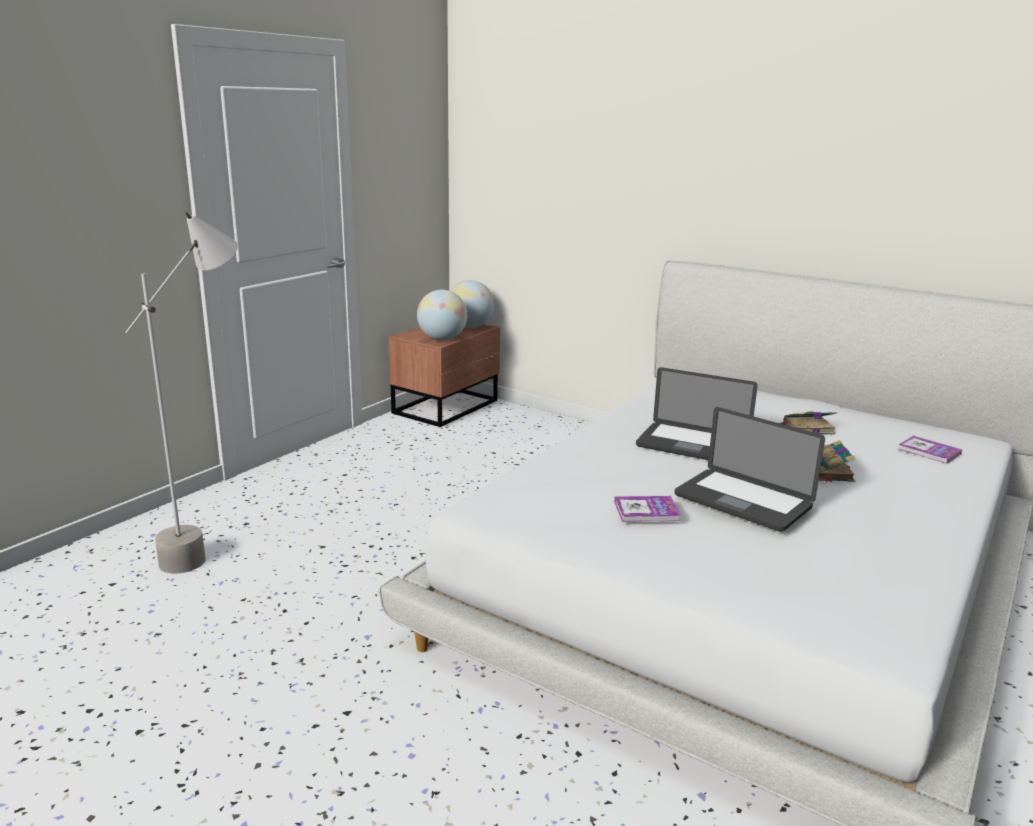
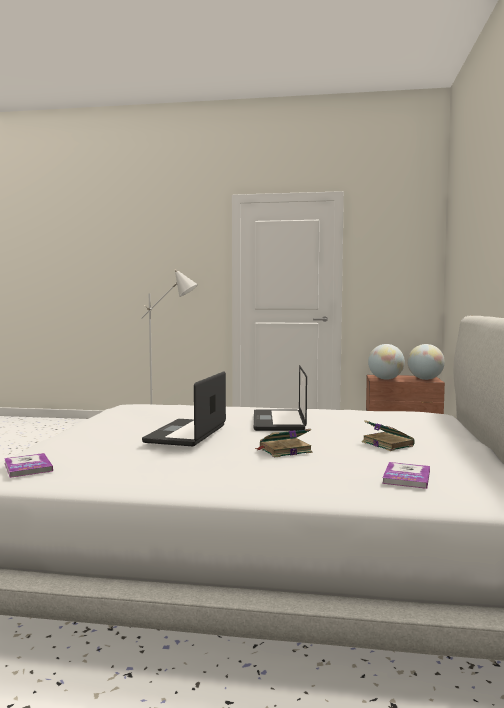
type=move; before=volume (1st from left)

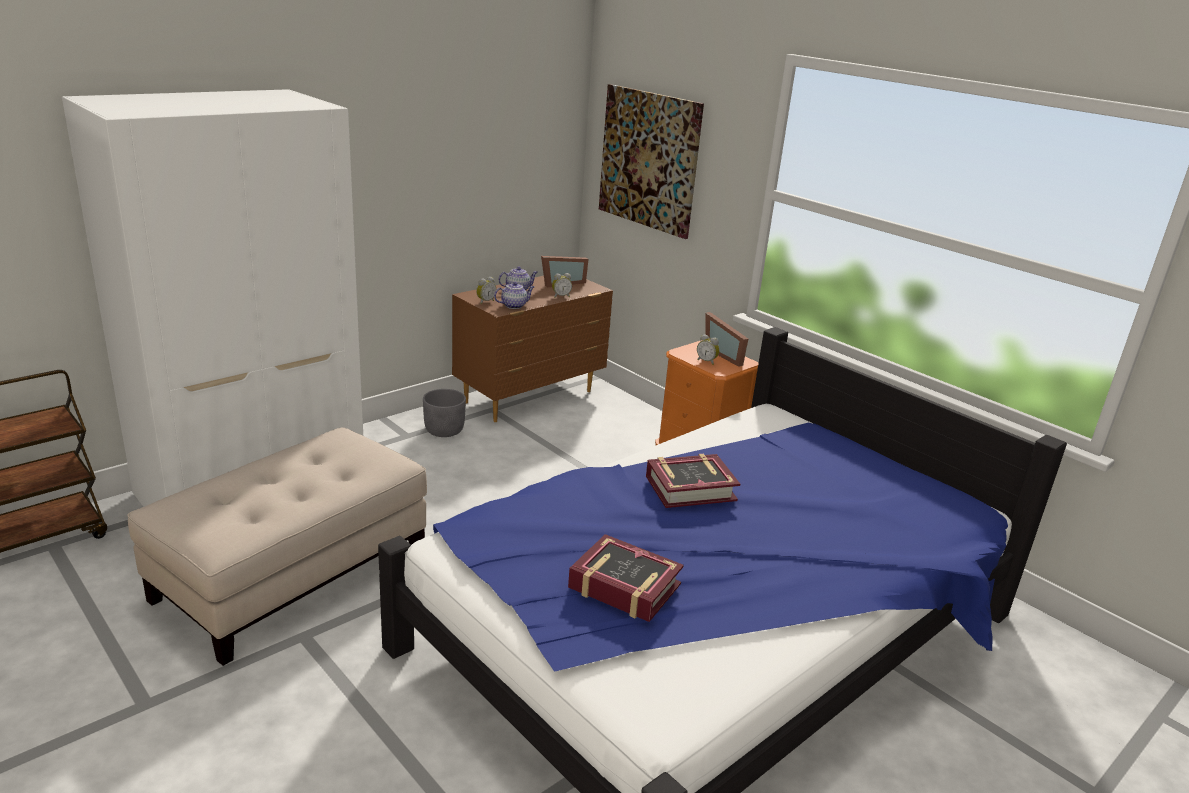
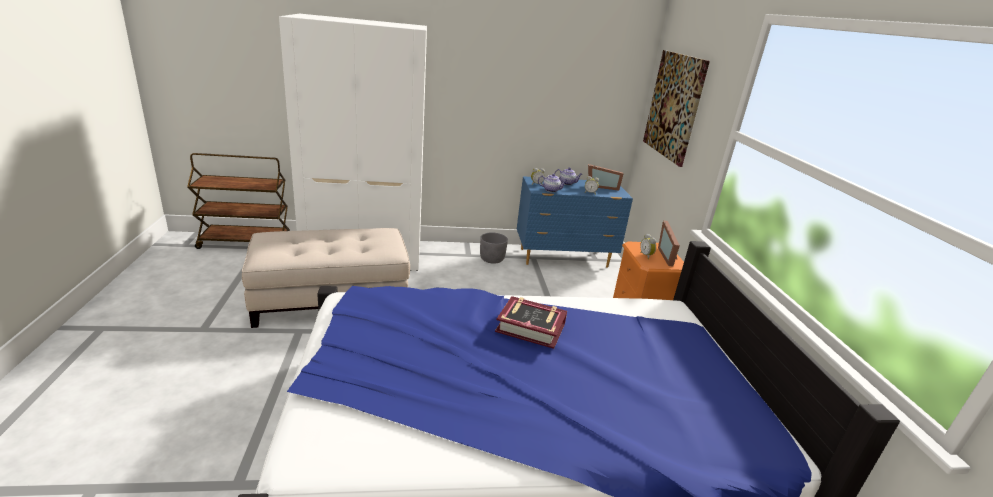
type=recolor; before=brown-coloured drawer chest; after=blue-coloured drawer chest
type=delete; before=volume (1st from left)

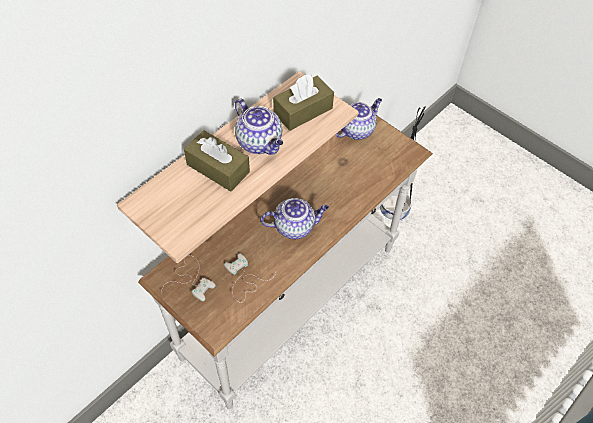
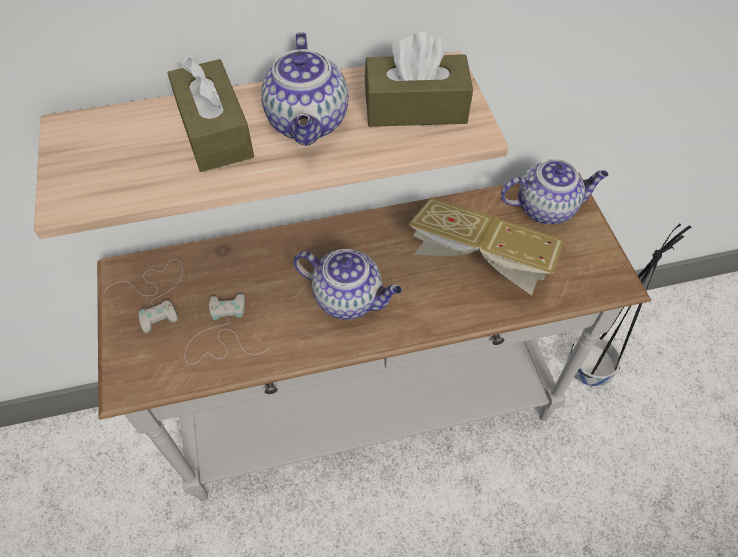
type=insert; after=volume

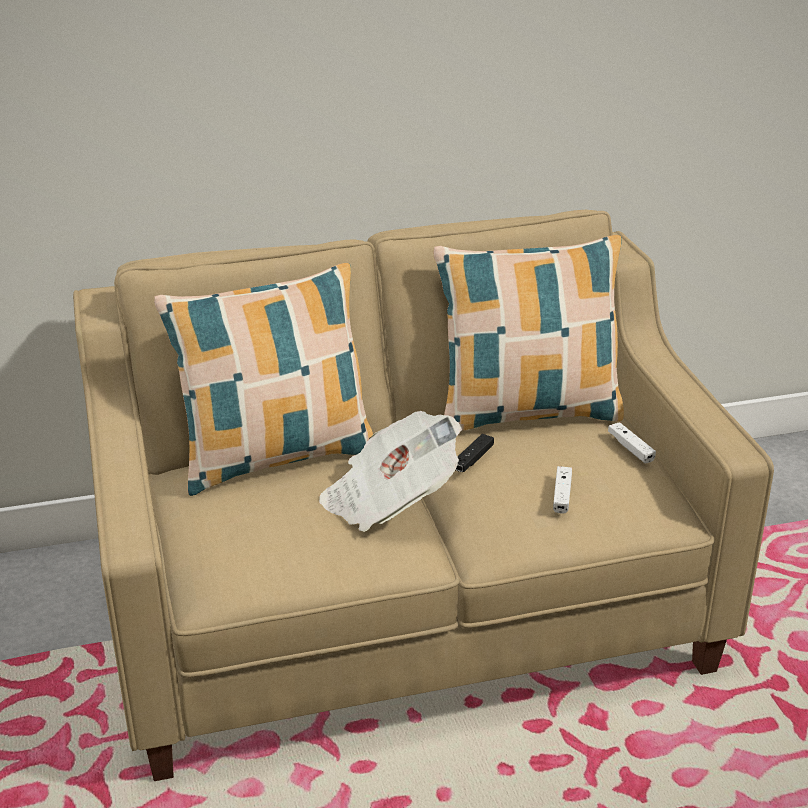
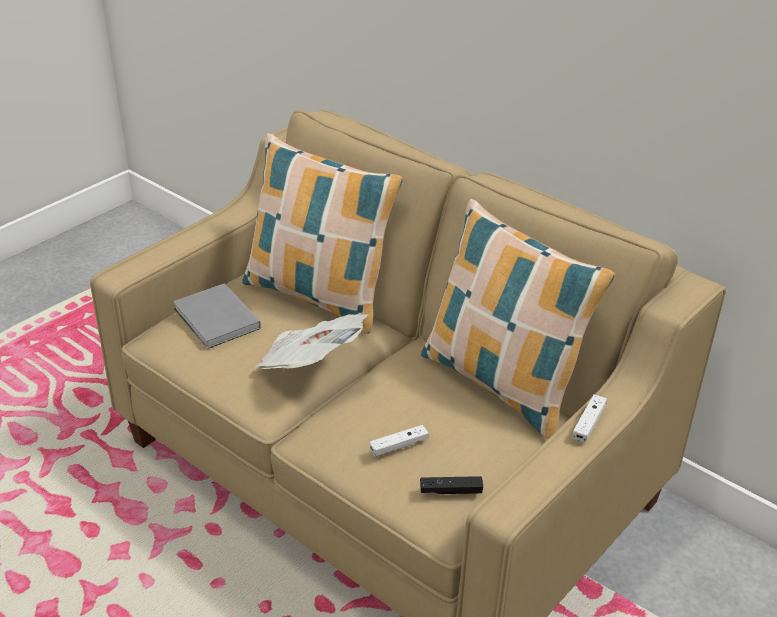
type=insert; after=greyish volume
type=move; before=black joypad
type=move; before=white-coloured joypad (2nd from left)

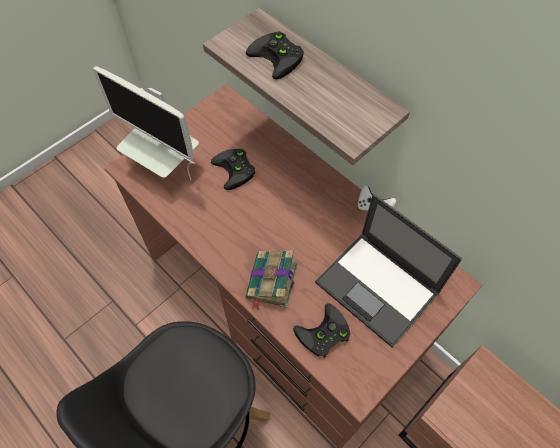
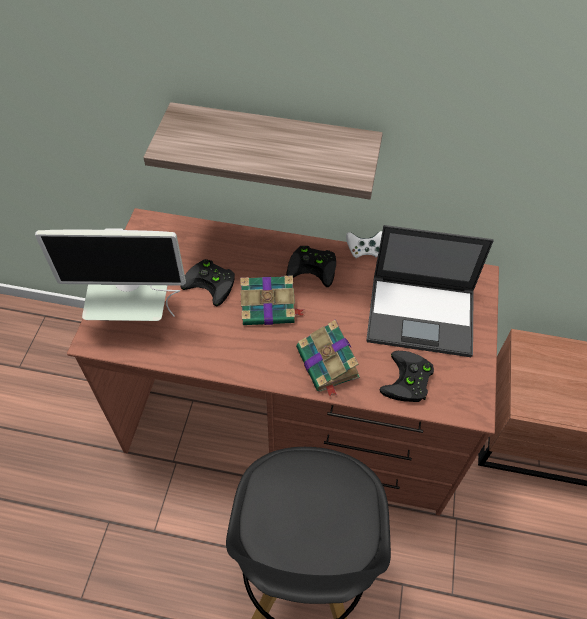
type=insert; after=volume (1st from left)
type=move; before=black joypad (2nd from left)

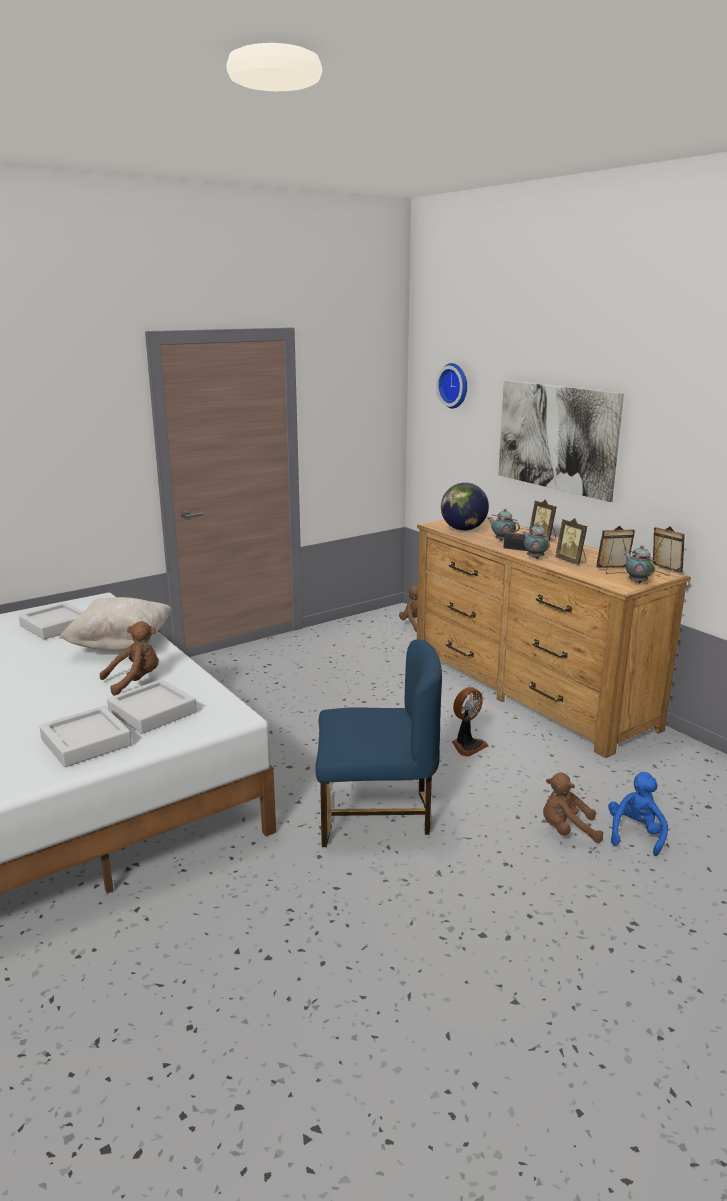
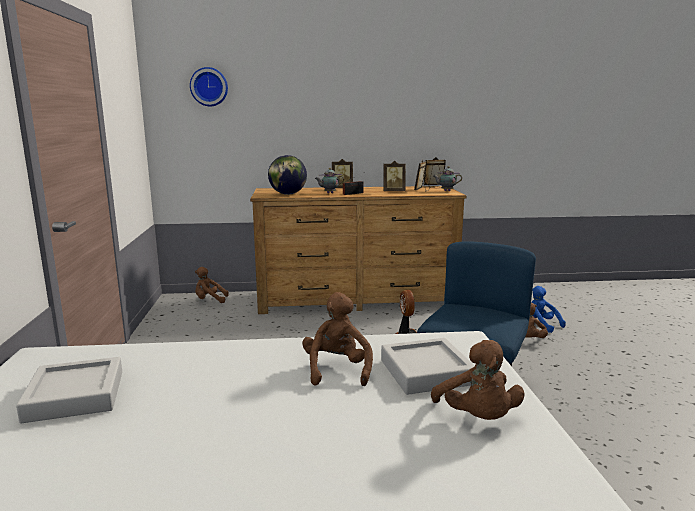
type=replace; before=greyish carrying tray (2nd from left); after=brown-coloured soft toy (3rd from left)
type=delete; before=beige cushion
type=delete; before=wall picture
type=delete; before=tea pot (2nd from left)

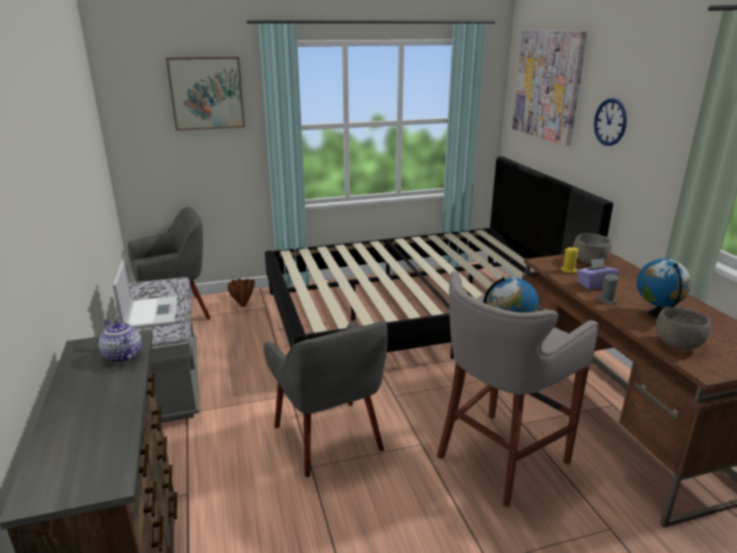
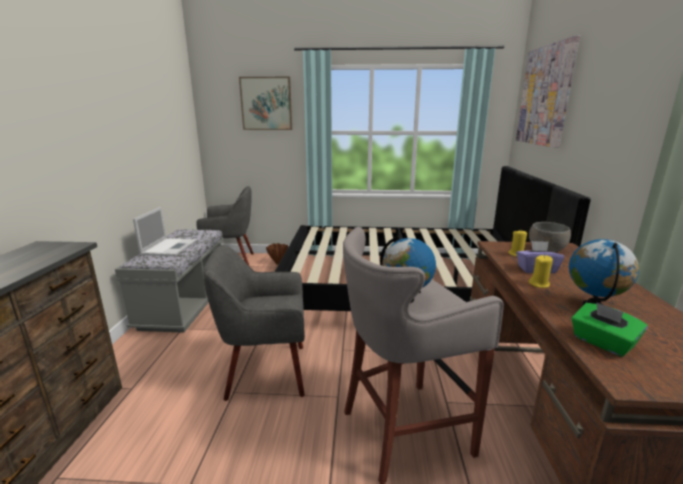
type=rotate; before=greyish armchair (2nd from left); turn=90
type=recolor; before=greyish wax candle; after=yellowish wax candle (2nd from left)
type=replace; before=greyish deep dish (2nd from left); after=greenish tissue box
type=delete; before=tea pot
type=delete; before=wall clock

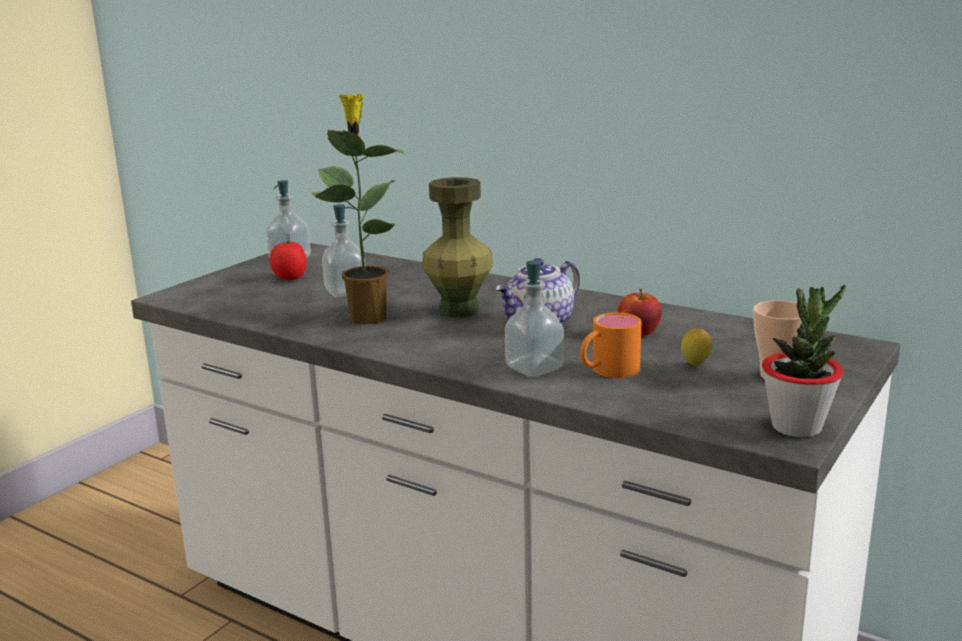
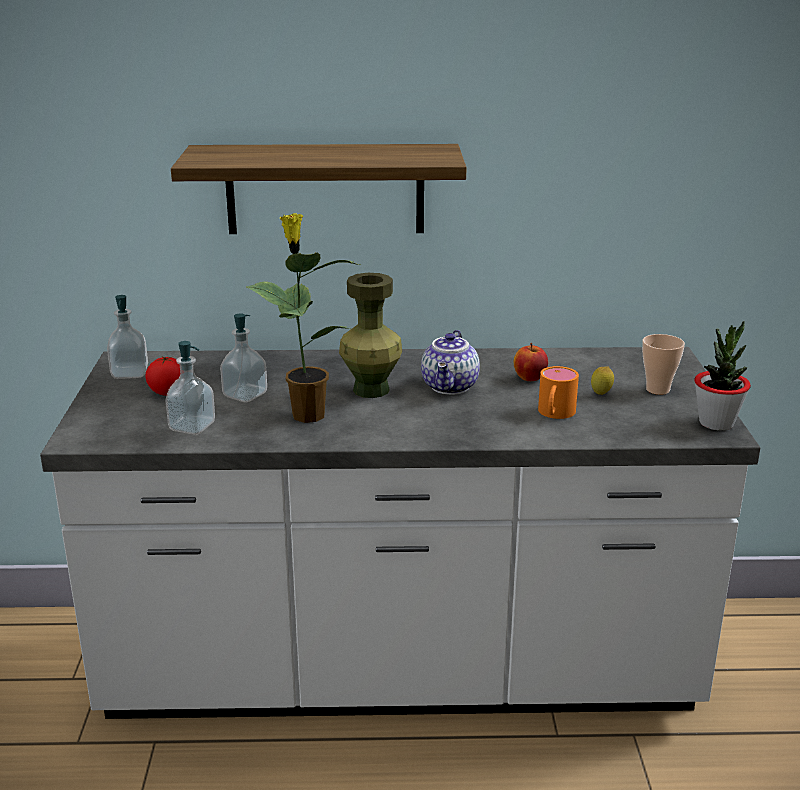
type=move; before=liquid soap bottle (3rd from left in the first image); after=liquid soap bottle (2nd from left)
type=insert; after=wall shelf

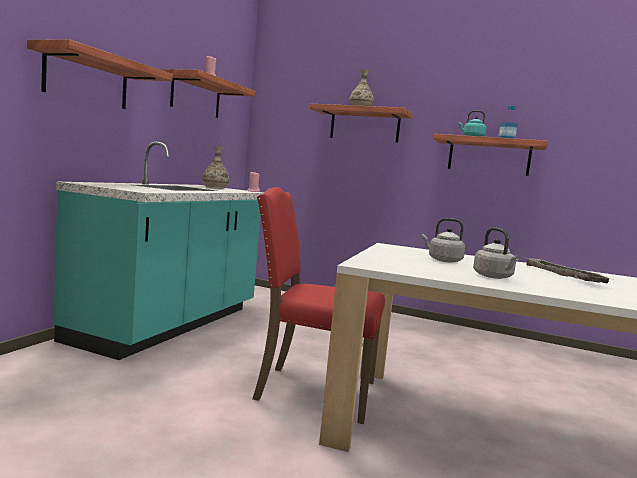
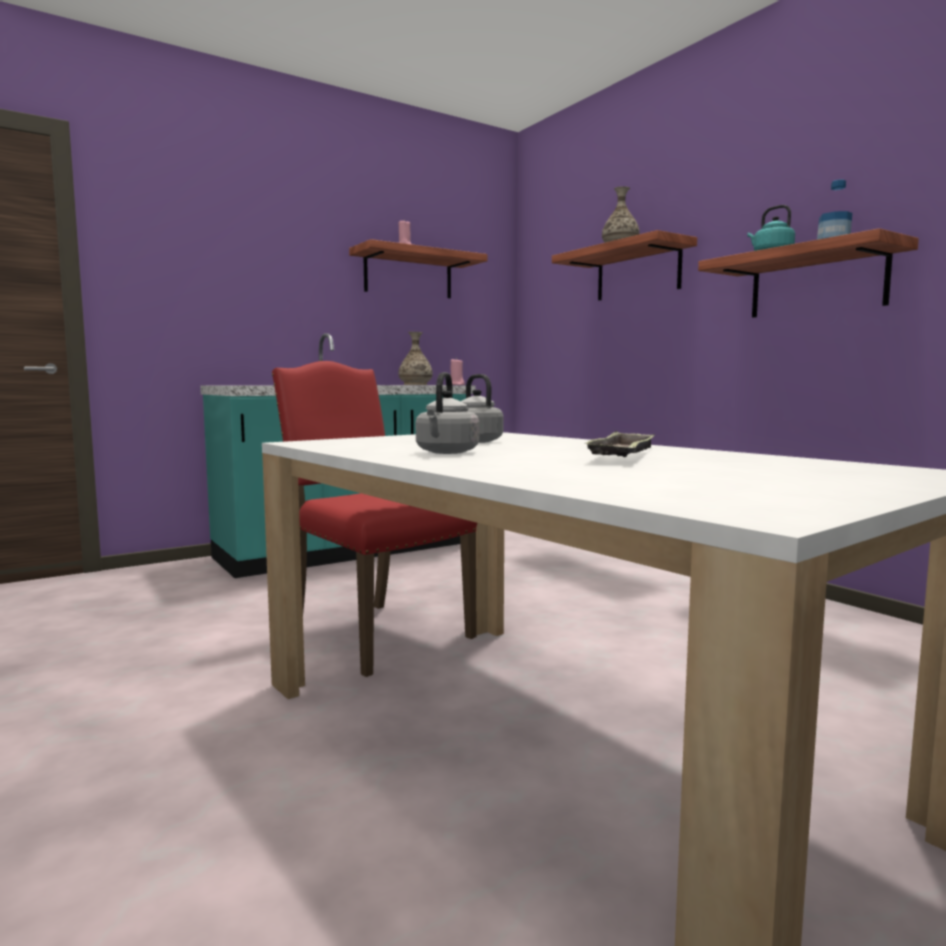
type=delete; before=wall shelf (1st from left)

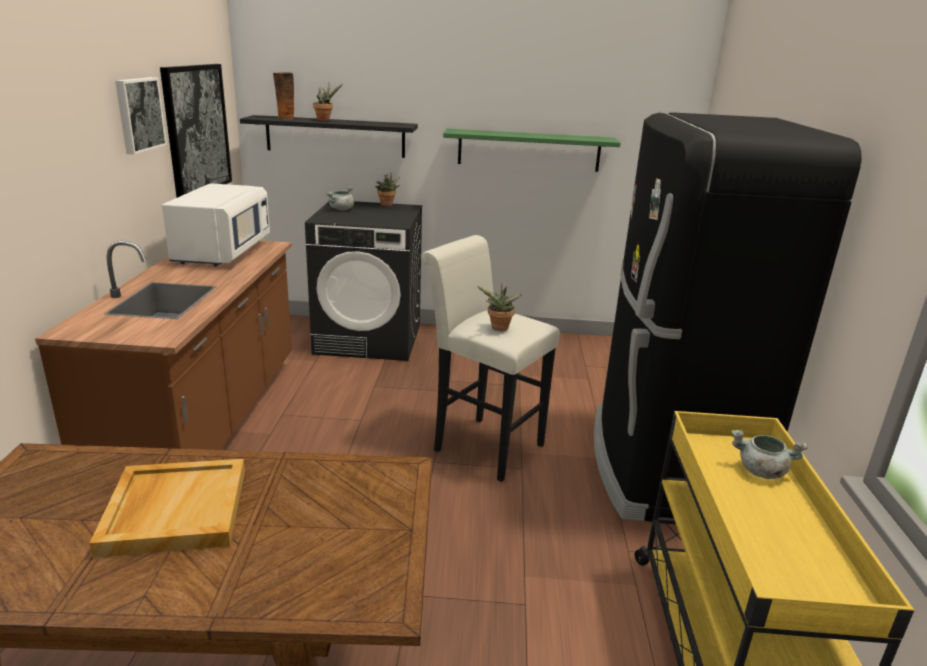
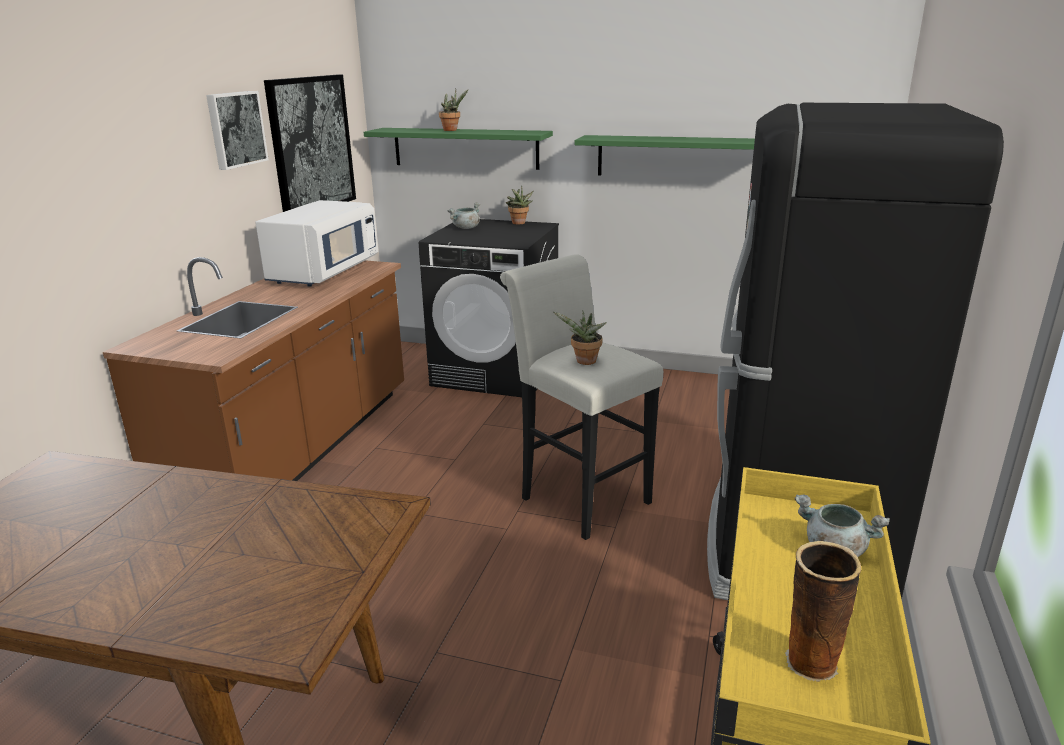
type=recolor; before=black wall shelf; after=greenish wall shelf (1st from left)
type=move; before=decorative vase
type=delete; before=beige carrying tray

